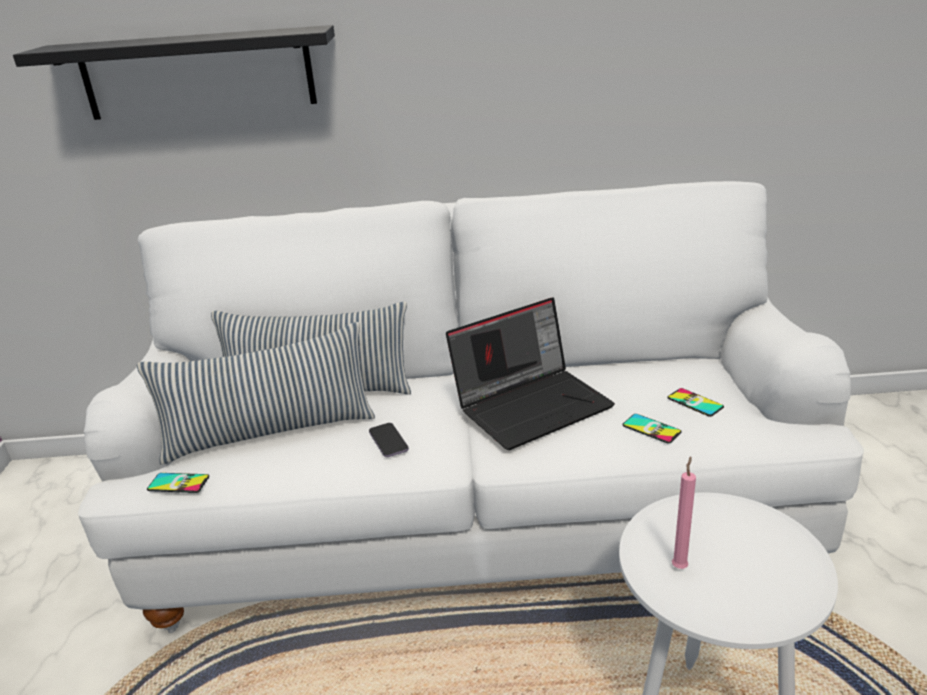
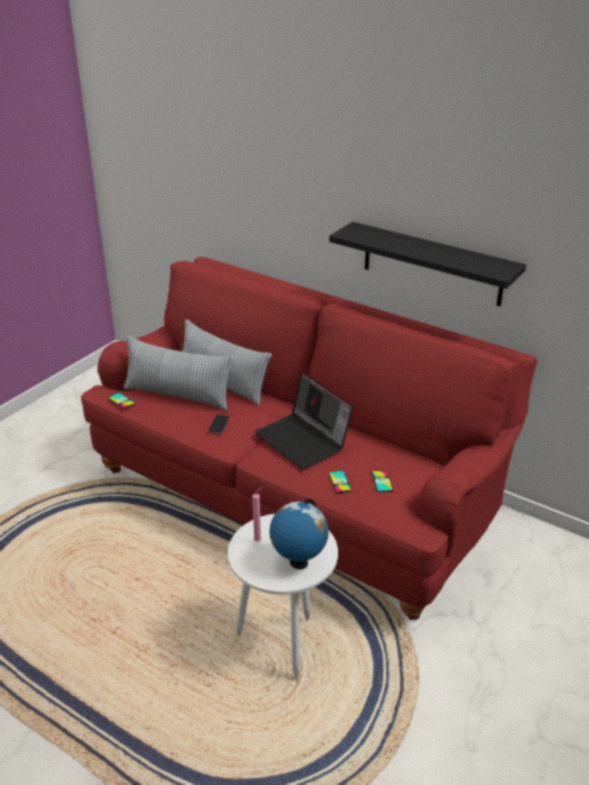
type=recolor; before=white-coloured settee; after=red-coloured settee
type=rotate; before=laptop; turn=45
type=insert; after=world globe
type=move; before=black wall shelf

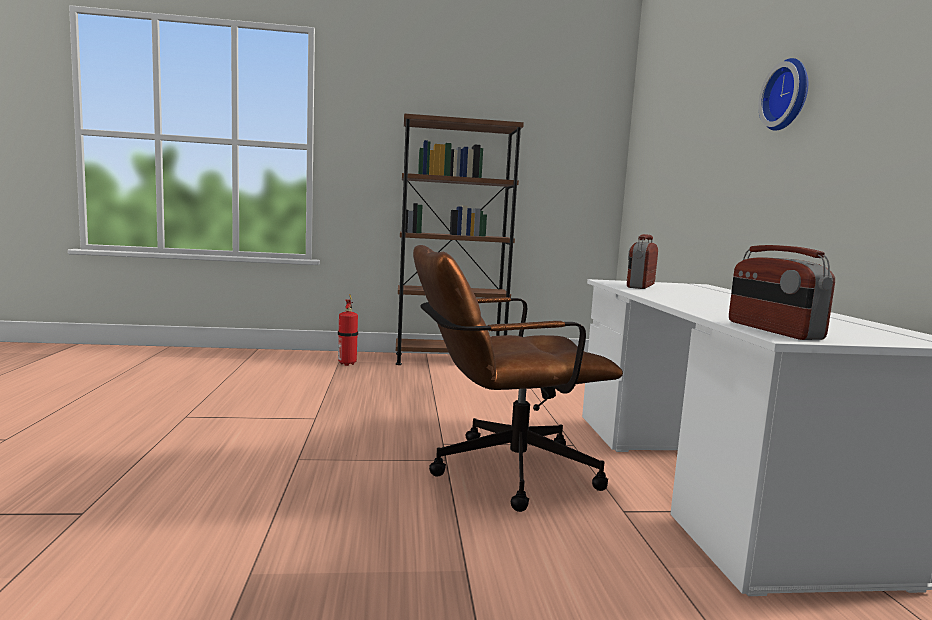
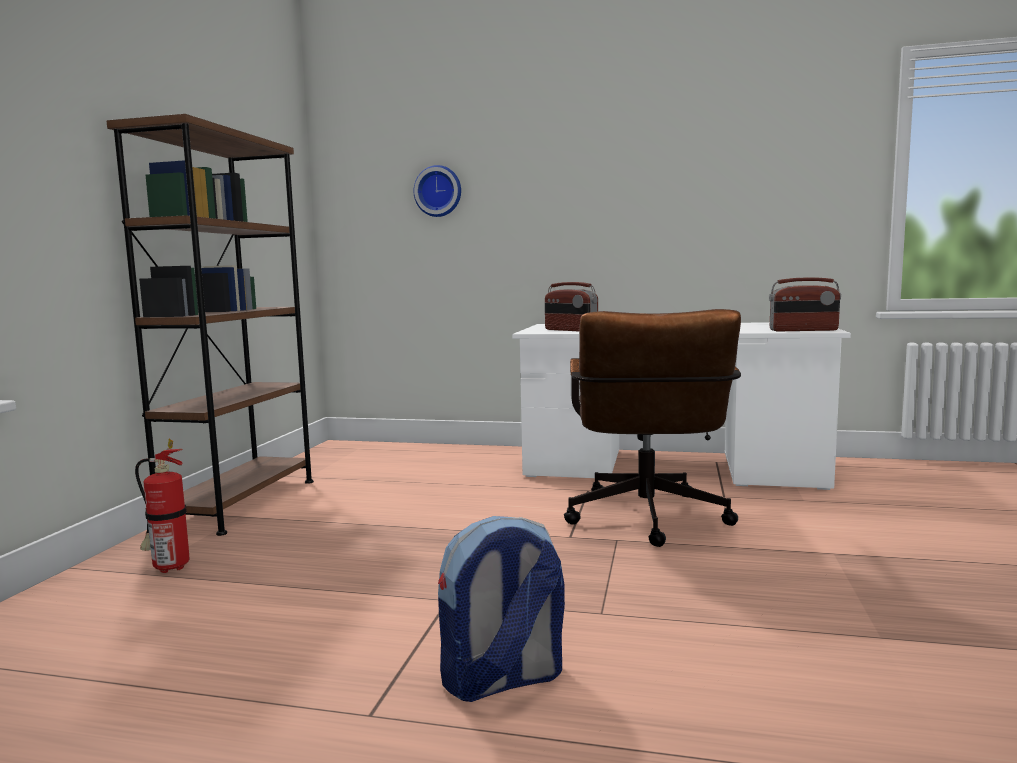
type=move; before=wall clock
type=insert; after=backpack

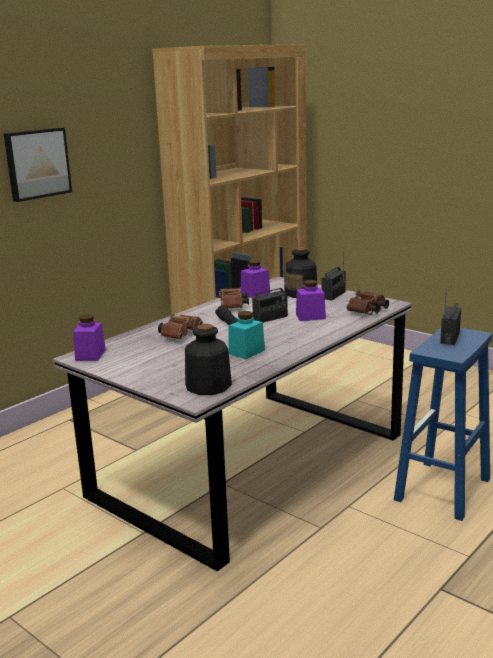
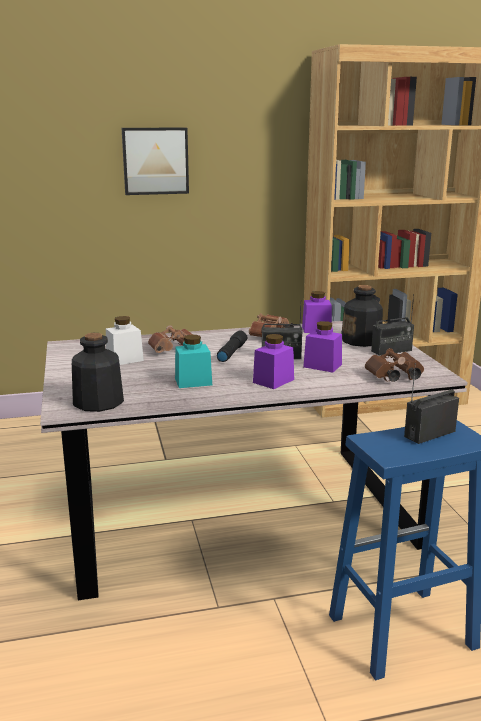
type=insert; after=white-coloured storage jar
type=move; before=purple storage jar (1st from left)

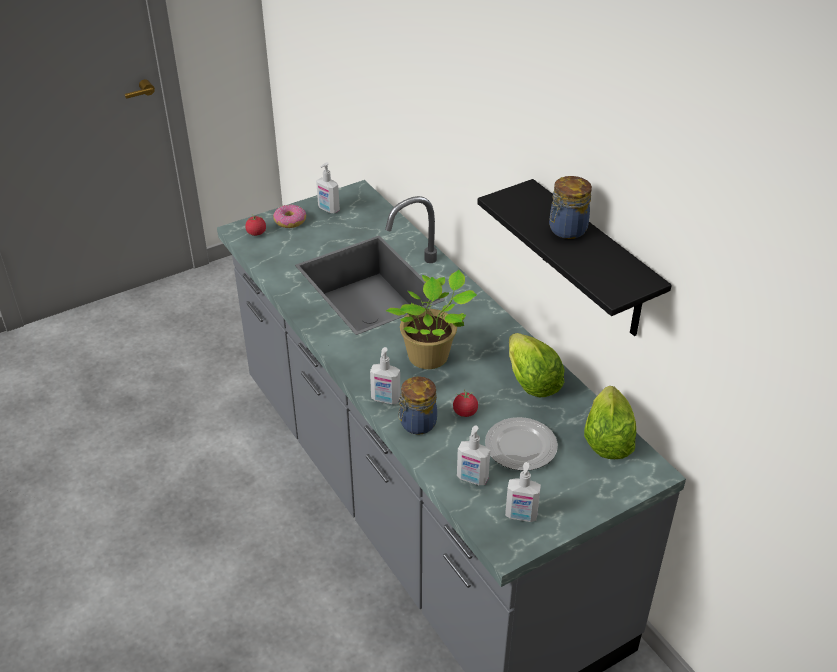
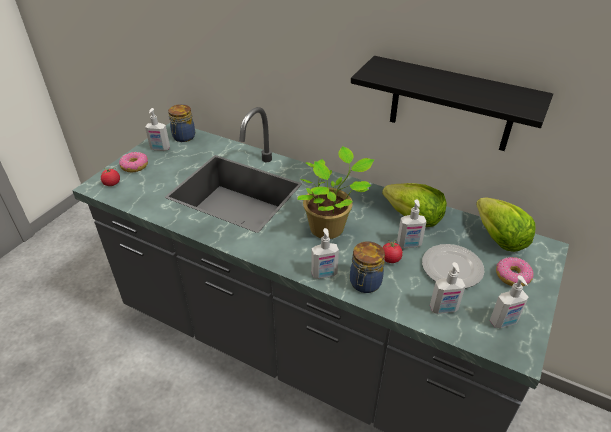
type=move; before=storage jar (2nd from left in the first image); after=storage jar (1st from left)
type=insert; after=liquid soap bottle (3rd from left)
type=insert; after=doughnut (2nd from left)

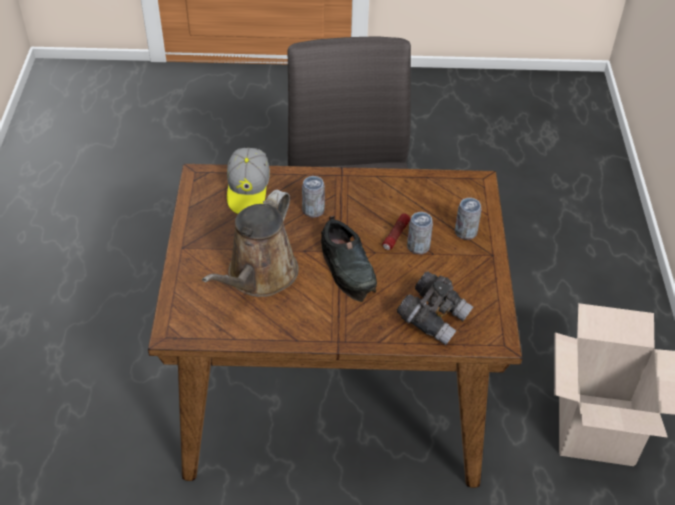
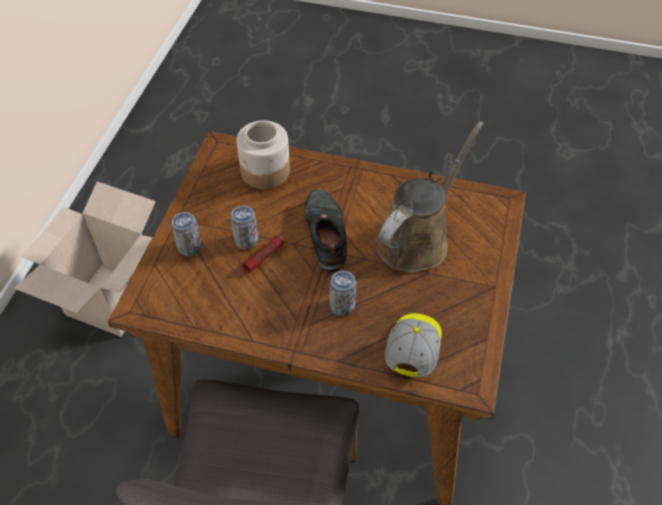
type=replace; before=greyish field glasses; after=storage jar

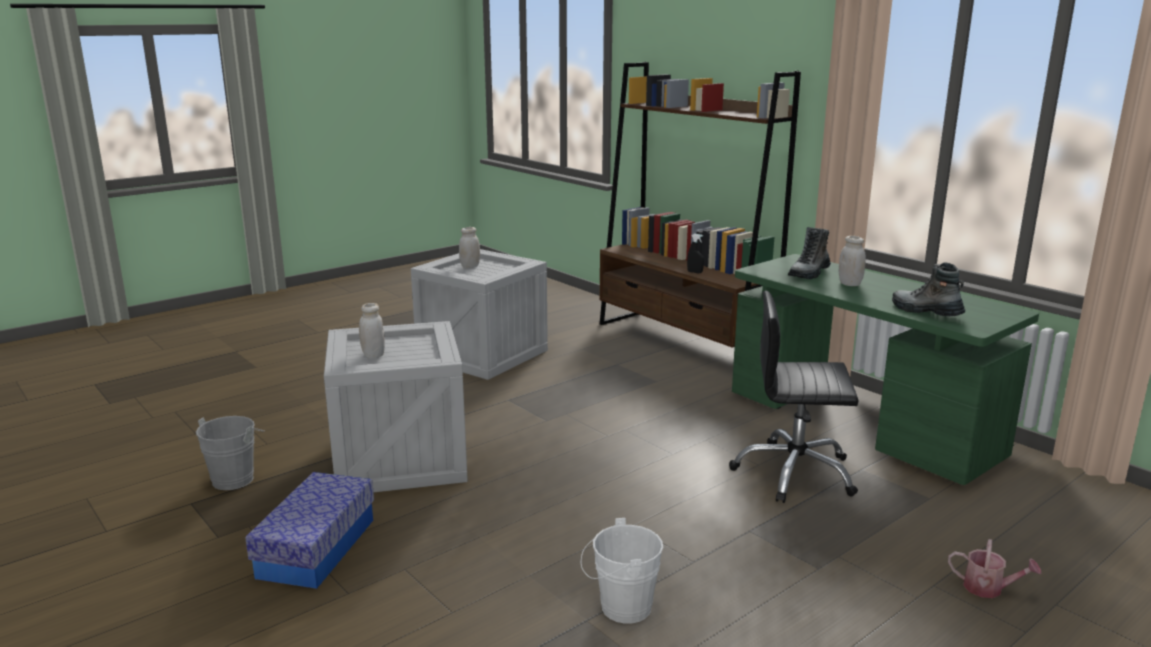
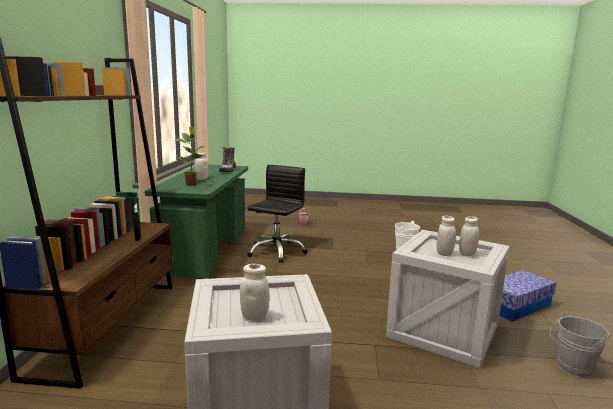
type=replace; before=high-top boot (1st from left); after=potted plant
type=rotate; before=black computer chair; turn=-120
type=insert; after=white-coloured storage jar (3rd from left)

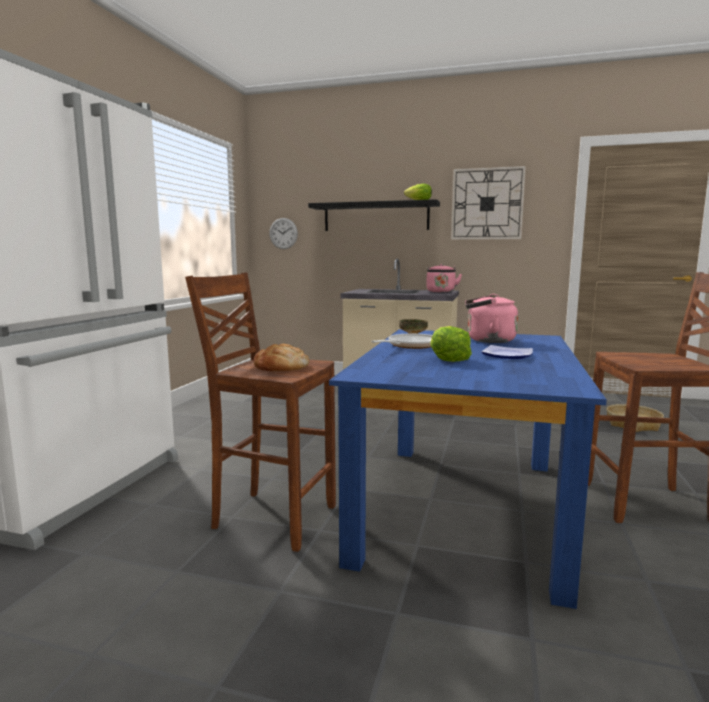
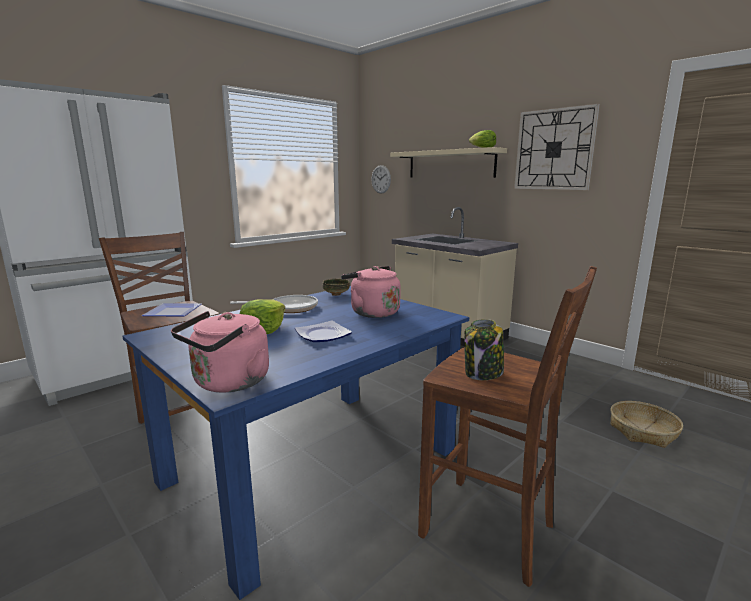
type=replace; before=baked bread; after=plate (1st from left)
type=move; before=pinkish kettle (1st from left)
type=recolor; before=black wall shelf; after=beige wall shelf
type=insert; after=storage jar

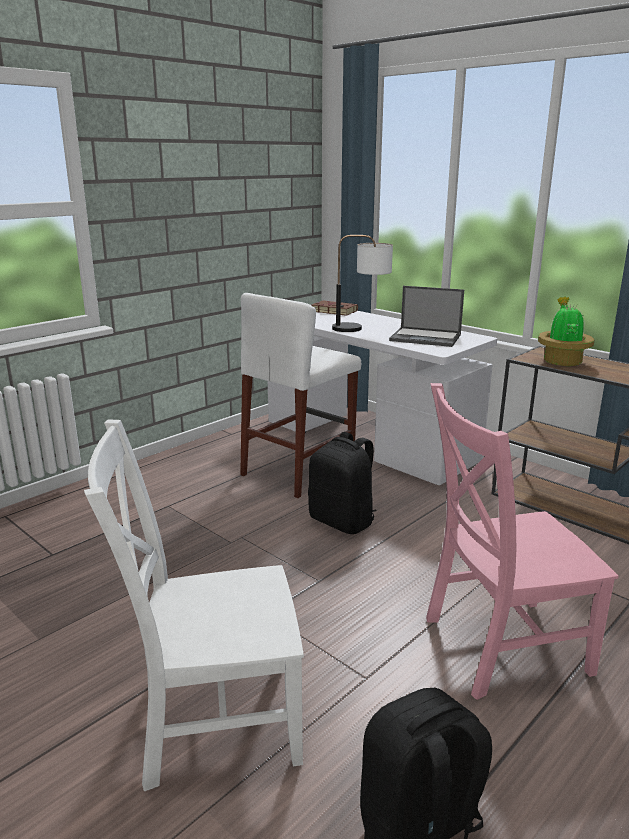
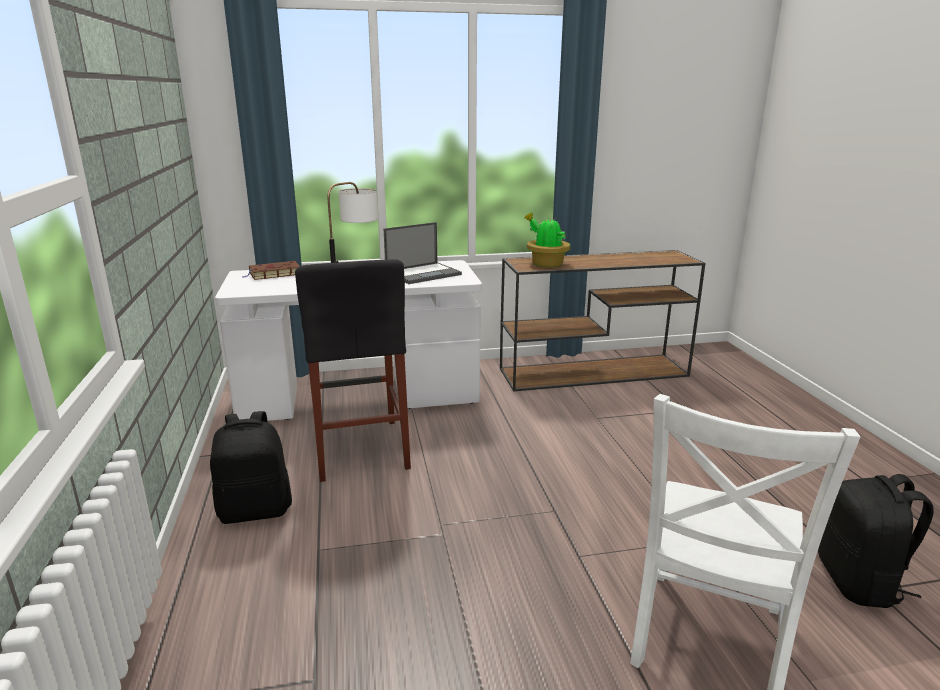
type=move; before=black backpack (1st from left)
type=recolor; before=white-coloured stool seat; after=black stool seat
type=delete; before=pinkish upright chair

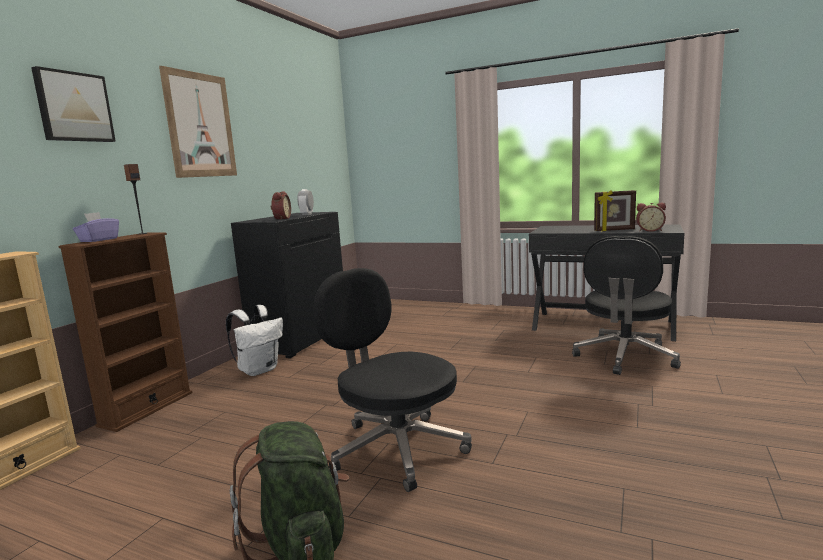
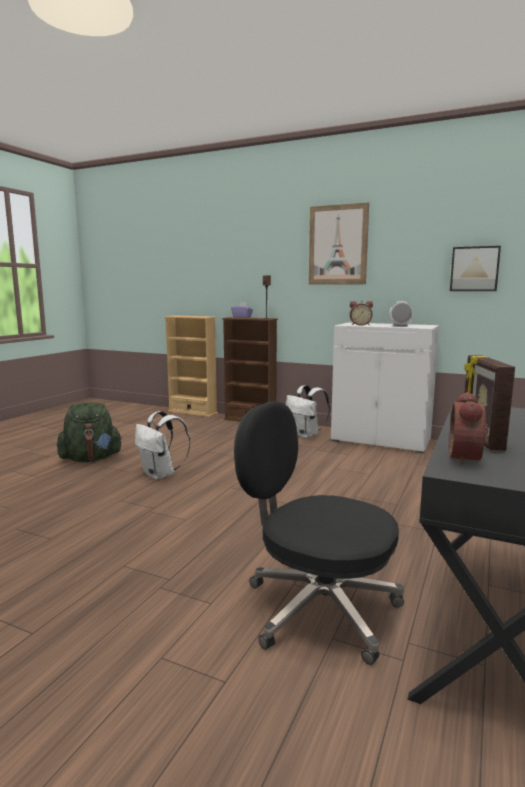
type=replace; before=black computer chair (1st from left); after=white-coloured backpack (1st from left)
type=recolor; before=black cupboard; after=white-coloured cupboard
type=move; before=wall picture (1st from left in the first image); after=wall picture (2nd from left)

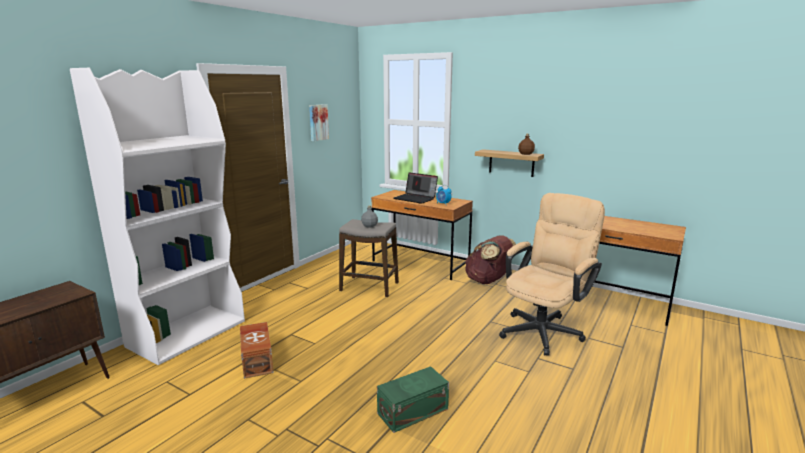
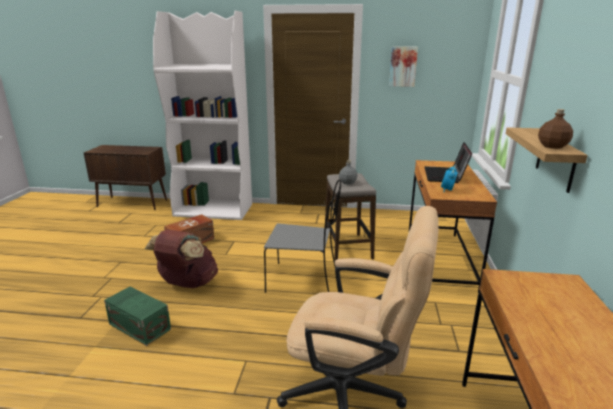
type=move; before=brown-coloured backpack
type=insert; after=greyish upright chair

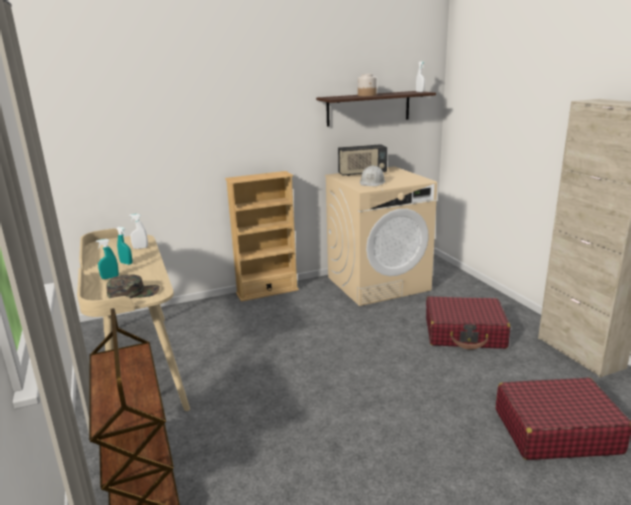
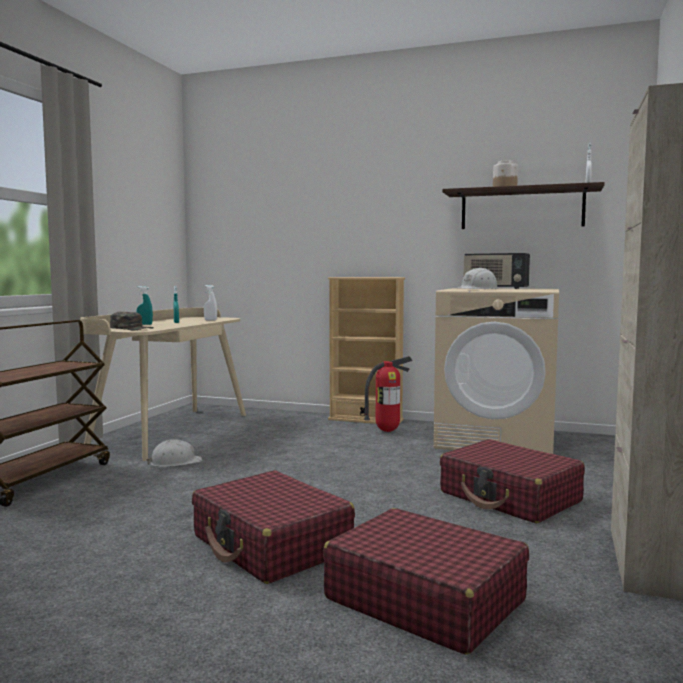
type=insert; after=white-coloured safety helmet (1st from left)
type=insert; after=red-coloured travel case (1st from left)
type=insert; after=fire extinguisher

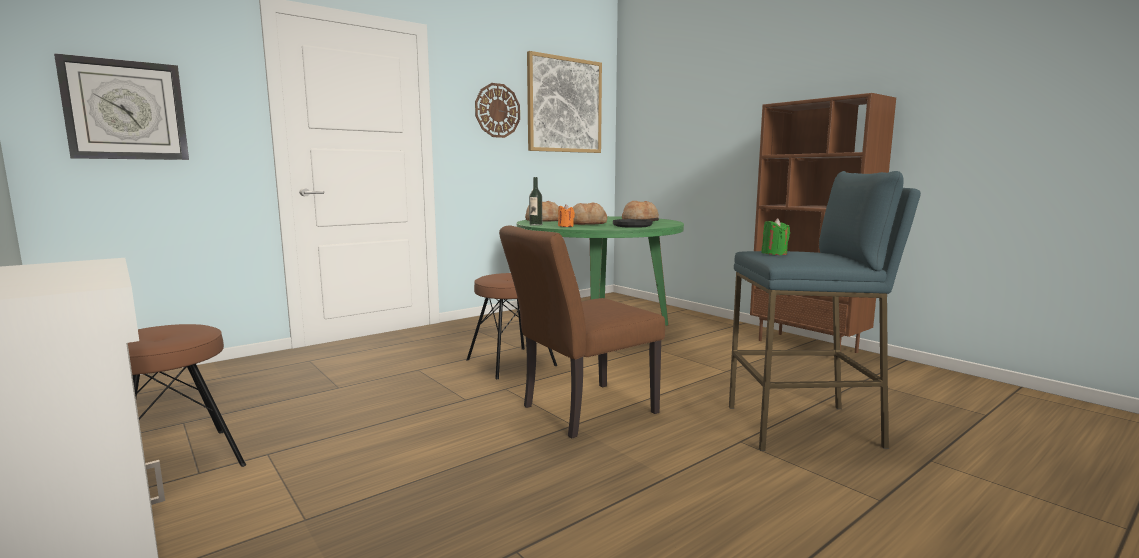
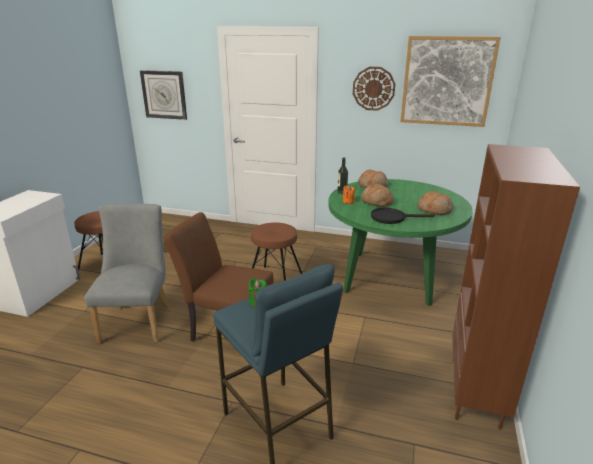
type=insert; after=greyish upright chair

